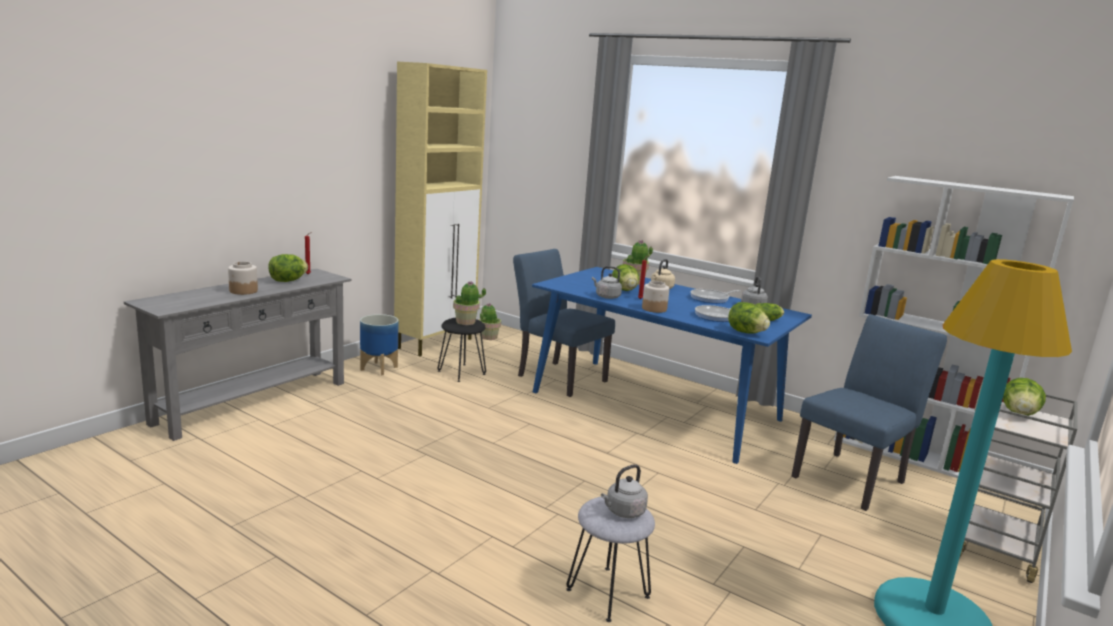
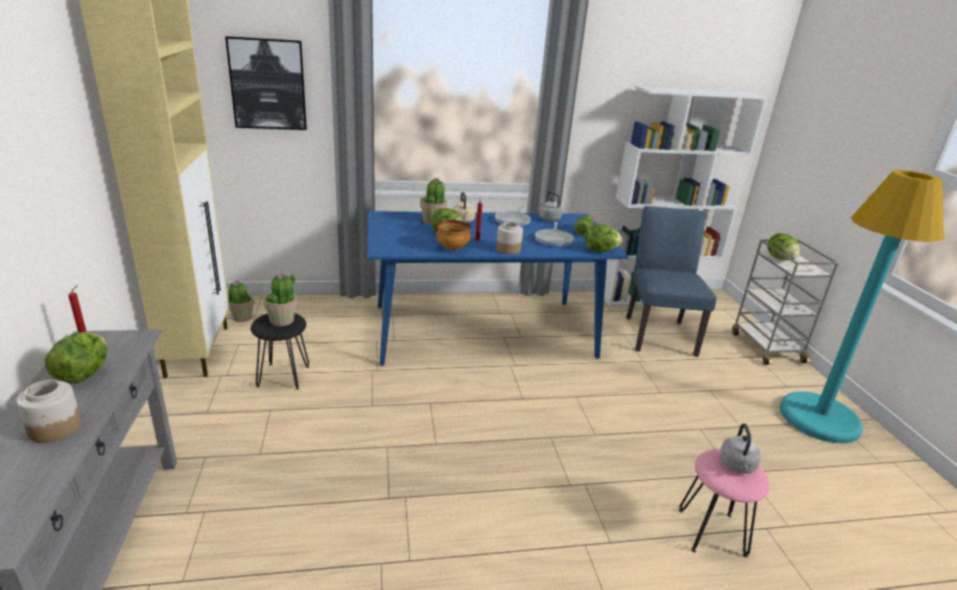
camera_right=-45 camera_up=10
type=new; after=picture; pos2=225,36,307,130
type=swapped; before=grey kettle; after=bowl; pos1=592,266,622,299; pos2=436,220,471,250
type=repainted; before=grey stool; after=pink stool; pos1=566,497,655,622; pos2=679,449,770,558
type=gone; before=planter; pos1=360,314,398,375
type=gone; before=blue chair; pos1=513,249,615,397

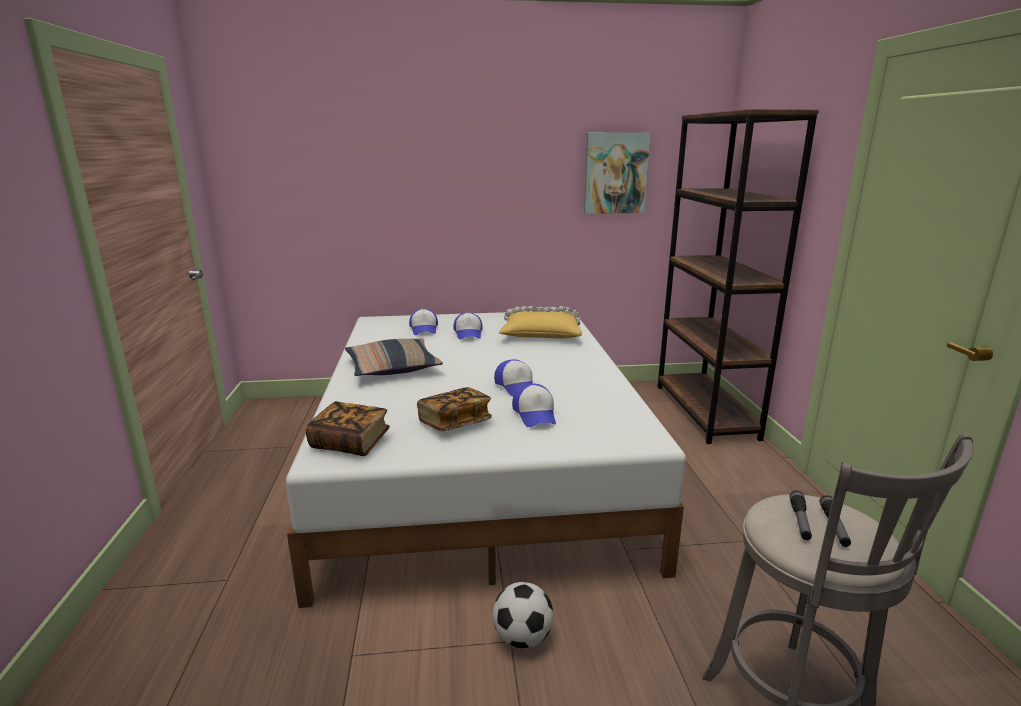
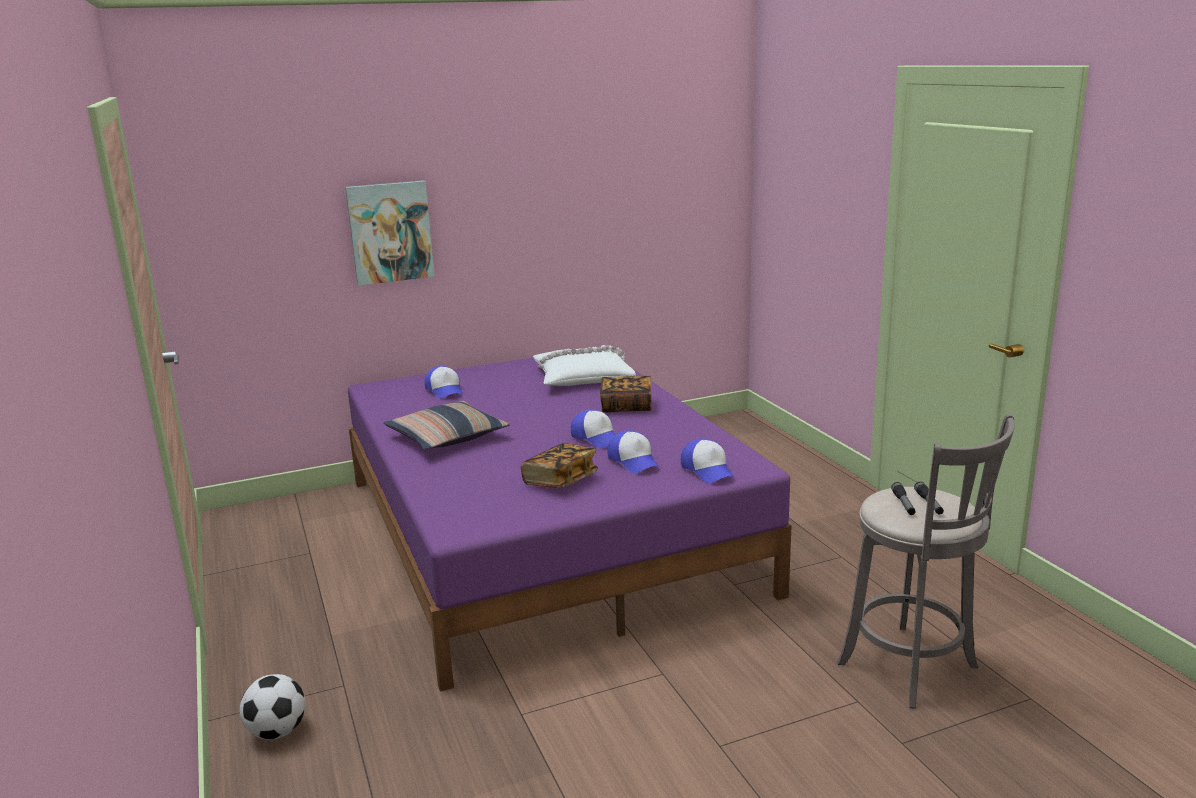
camera_right=-15 camera_up=0
type=shifted; before=football; pos1=493,582,554,648; pos2=240,674,306,739
type=shifted; before=picture; pos1=584,132,650,214; pos2=345,180,435,286
type=repainted; before=white bed; after=purple bed; pos1=286,312,686,608; pos2=348,347,791,692
type=repainted; before=yellow pillow; after=white pillow; pos1=499,306,582,338; pos2=533,345,636,386
type=shifted; before=book; pos1=306,401,390,456; pos2=600,376,652,413
type=shifted; before=cap; pos1=453,312,483,340; pos2=681,438,734,483
type=gone; before=brown bookcase; pos1=657,109,819,444

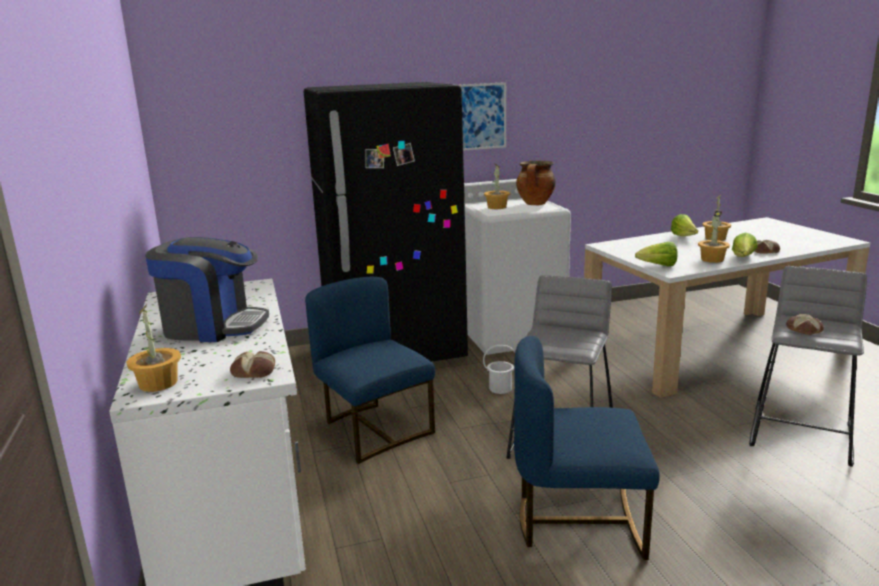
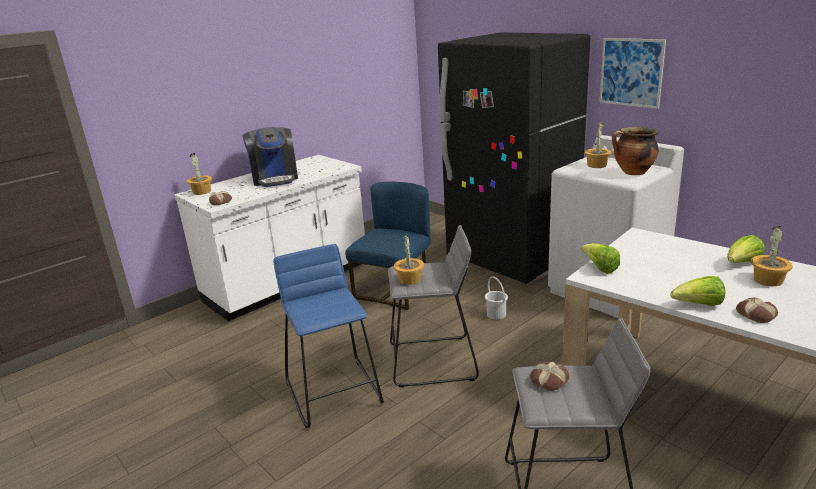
camera_right=65 camera_up=5
type=swapped; before=blue chair; after=blue stool; pos1=514,336,660,560; pos2=273,244,384,428
type=shifted; before=potted plant; pos1=698,211,730,263; pos2=394,235,424,285

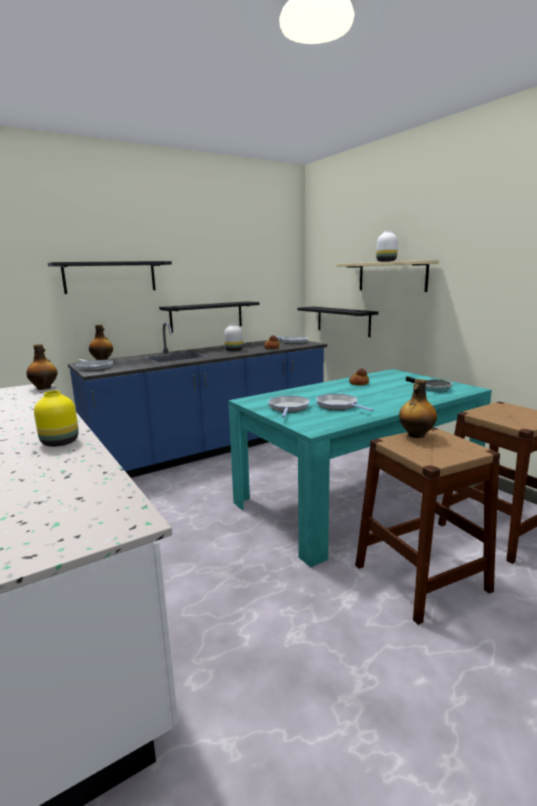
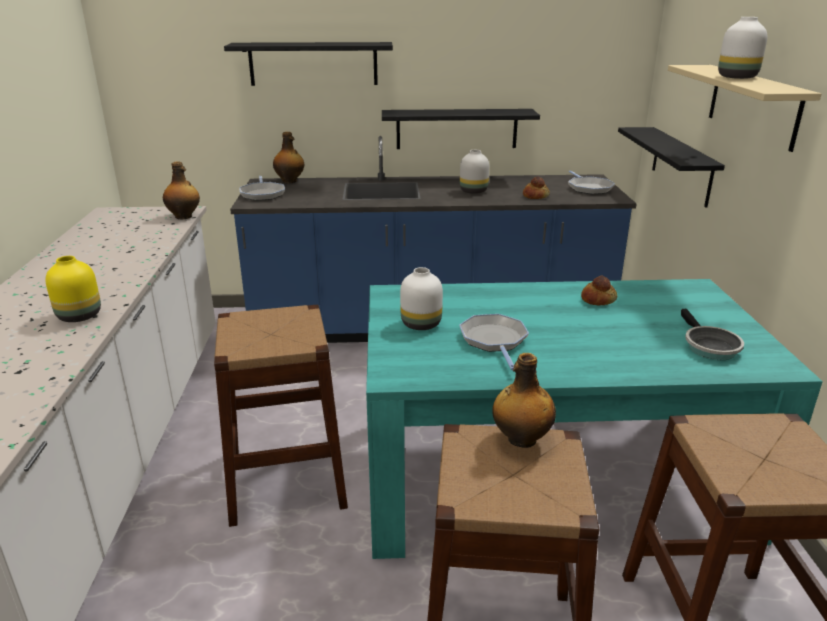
camera_right=30 camera_up=10
type=new; after=brown stool; pos2=214,305,348,527
type=swapped; before=frying pan; after=white vase; pos1=268,396,310,418; pos2=400,267,443,330

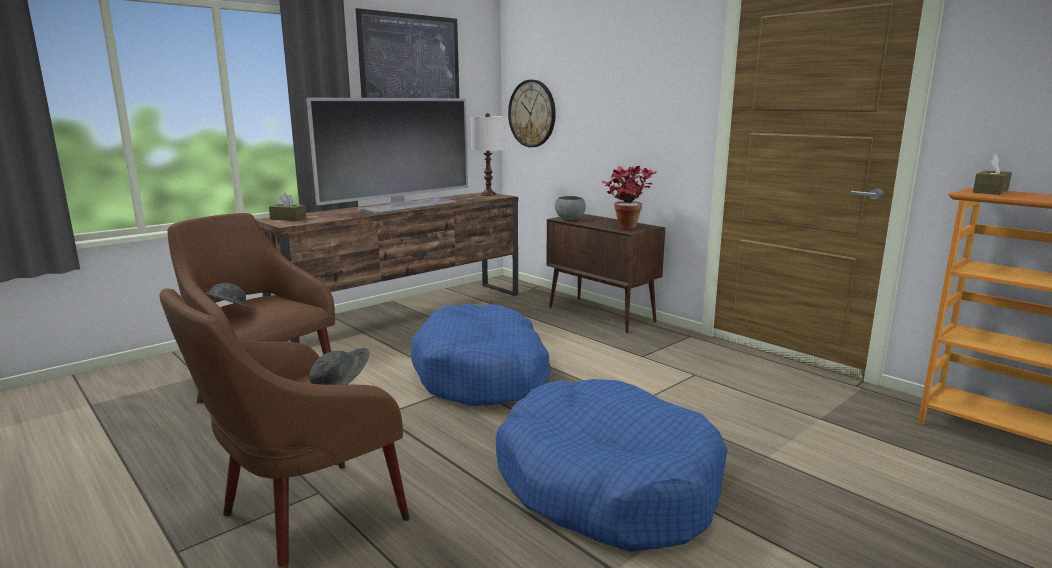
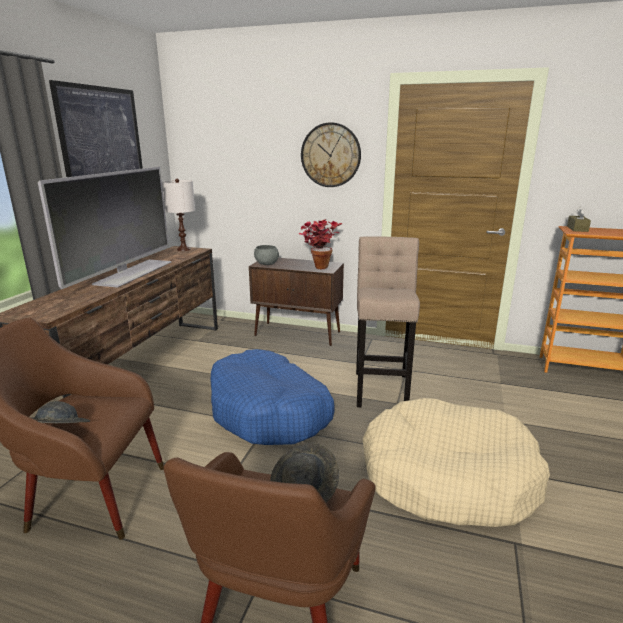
camera_right=-30 camera_up=5
type=shifted; before=wall clock; pos1=508,80,556,147; pos2=301,122,361,187
type=new; after=beige stool; pos2=356,236,420,407
type=repainted; before=blue dog bed; after=beige dog bed; pos1=496,379,727,552; pos2=363,398,550,527
type=gone; before=brown tissue box; pos1=269,193,306,221

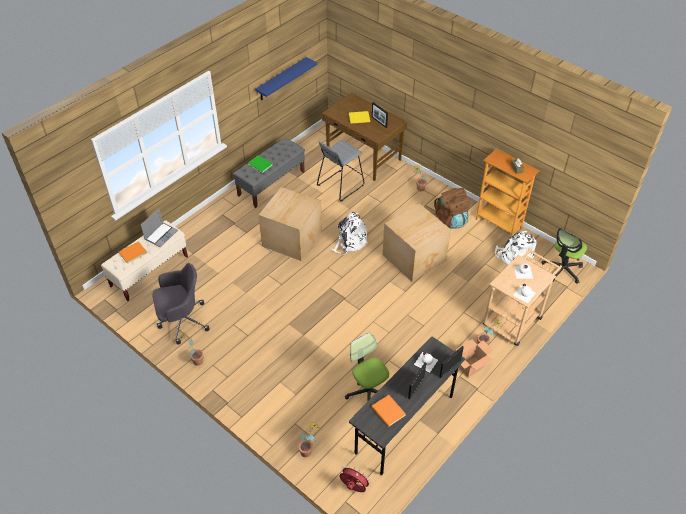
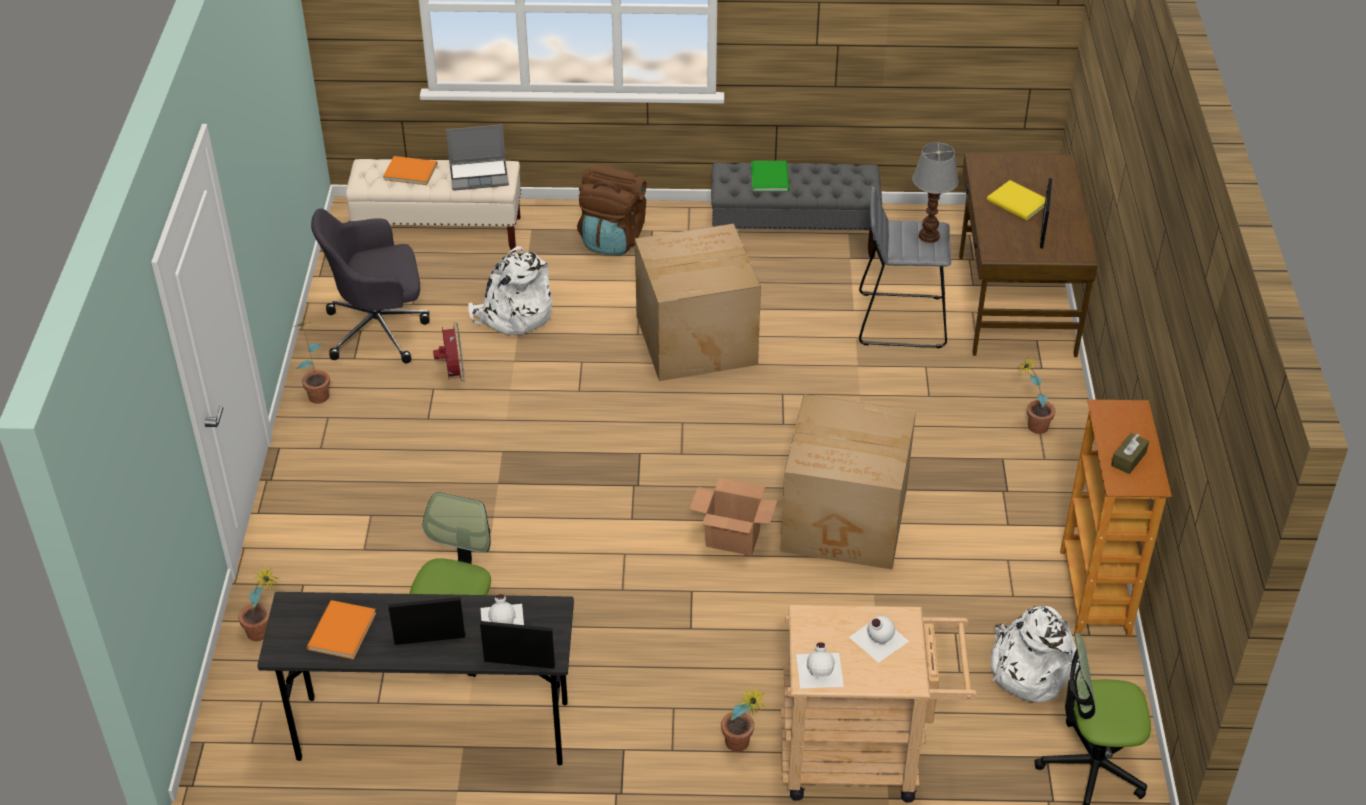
camera_right=50 camera_up=-5
type=rotated; before=grey office chair; pos1=153,263,210,345; pos2=311,208,430,363; turn=135
type=shifted; before=red fan; pos1=340,466,371,492; pos2=433,322,465,381
type=shifted; before=white backpack; pos1=332,212,368,255; pos2=468,246,552,335
type=shifted; before=brown backpack; pos1=434,188,470,229; pos2=577,165,647,255
type=shifted; before=cardboard box; pos1=456,339,493,377; pos2=689,478,778,556
type=new; after=table lamp; pos2=912,142,959,243
type=gone; before=blue shelf; pos1=255,57,317,100

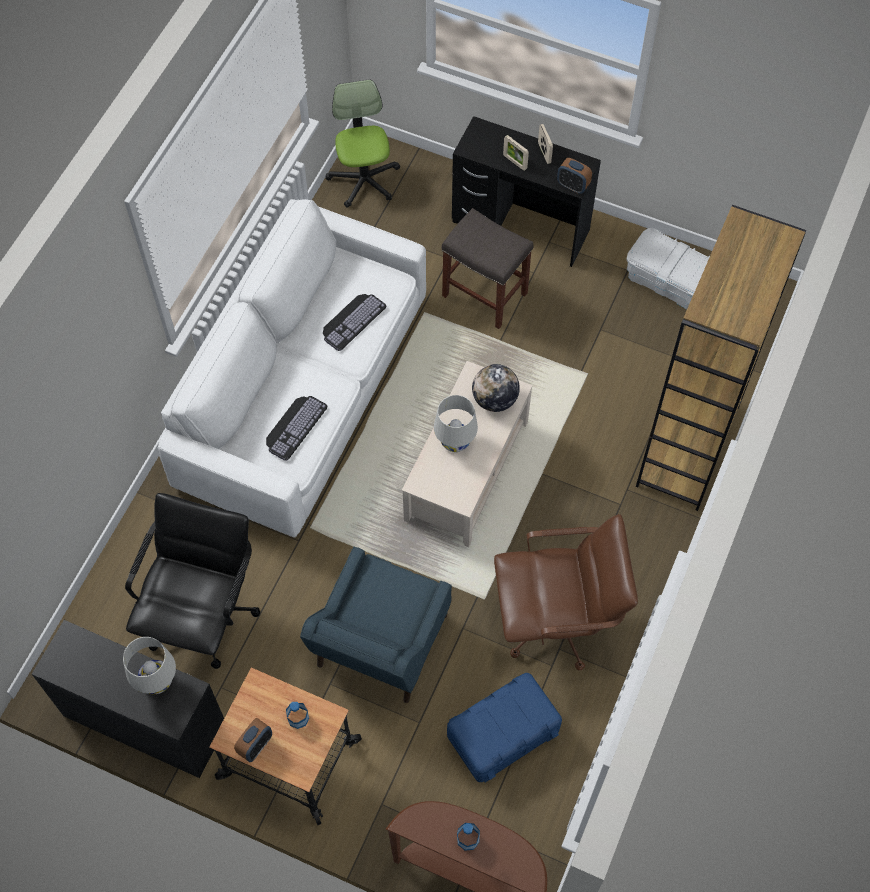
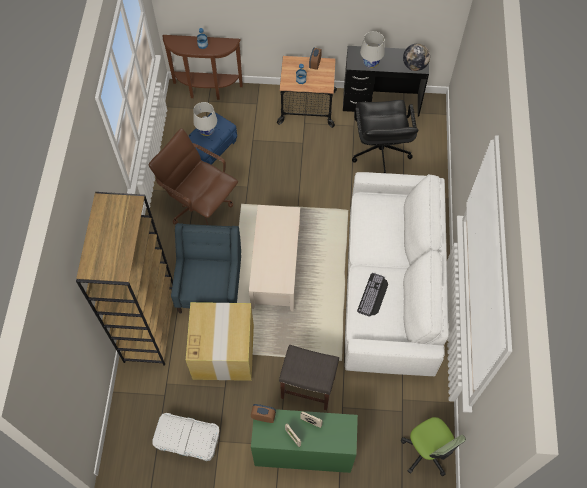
camera_right=160 camera_up=0
type=rotated; before=brown office chair; pos1=494,514,638,670; pos2=148,128,238,225; turn=60
type=shifted; before=blue armchair; pos1=300,546,452,703; pos2=171,223,241,313
type=new; after=cardboard box; pos2=186,302,254,381
type=shifted; before=white table lamp; pos1=434,395,478,452; pos2=193,102,217,136
type=repainted; before=black desk; after=green desk; pos1=452,116,601,267; pos2=251,409,358,473
type=shifted; before=globe; pos1=472,364,520,412; pos2=403,44,430,71
type=gone; before=keyboard; pos1=266,396,327,461

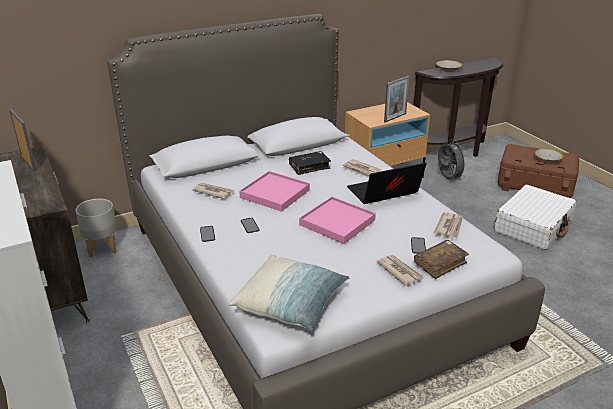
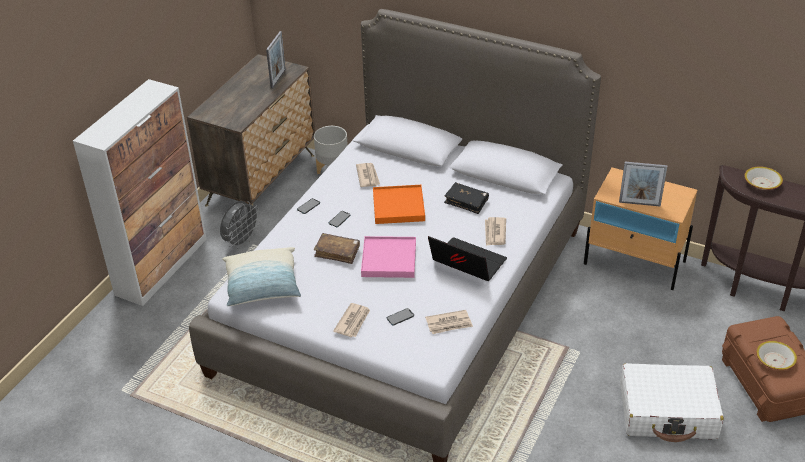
camera_right=55 camera_up=10
type=shifted; before=grey fan; pos1=438,140,468,181; pos2=220,201,261,249
type=shifted; before=brown book; pos1=414,240,469,279; pos2=314,233,360,264
type=repainted; before=pink tray; after=orange tray; pos1=239,171,310,212; pos2=373,185,425,224

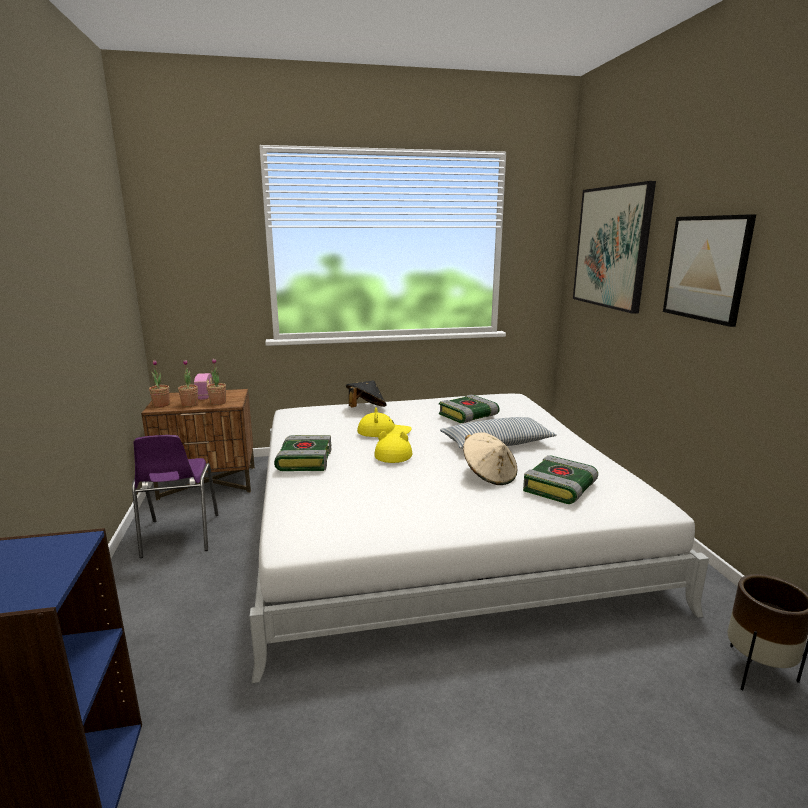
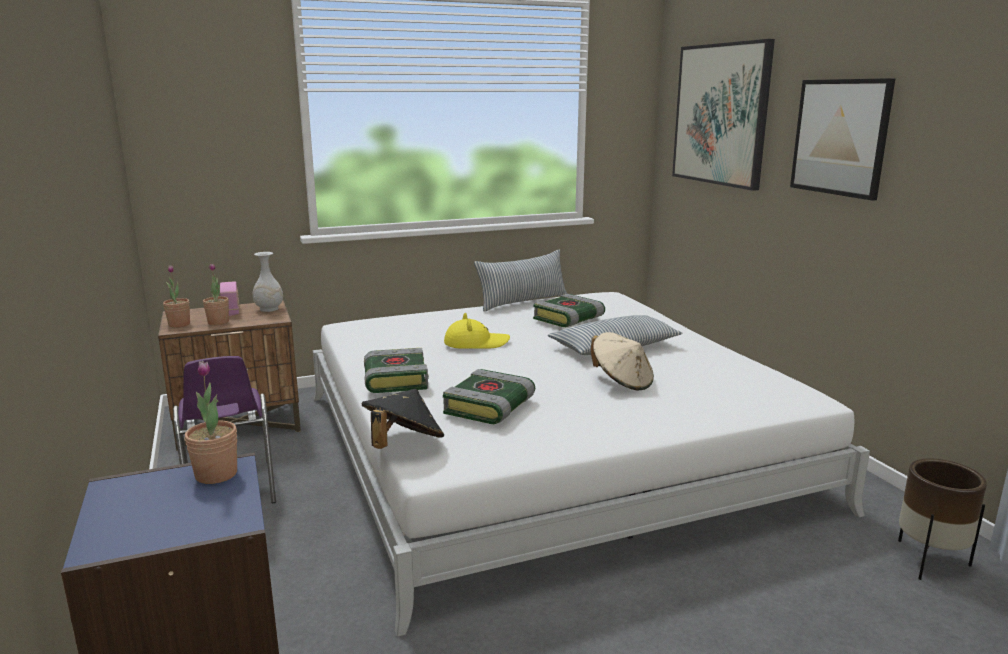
camera_right=-10 camera_up=0
type=shifted; before=potted plant; pos1=207,358,226,405; pos2=185,361,237,484
type=new; after=white vase; pos2=252,252,283,312
type=shifted; before=black hat; pos1=346,381,387,407; pos2=361,389,444,449
type=shifted; before=book; pos1=523,455,598,504; pos2=443,369,535,424
type=new; after=pillow; pos2=474,250,567,312
type=gone; before=yellow hat; pos1=374,431,412,463

